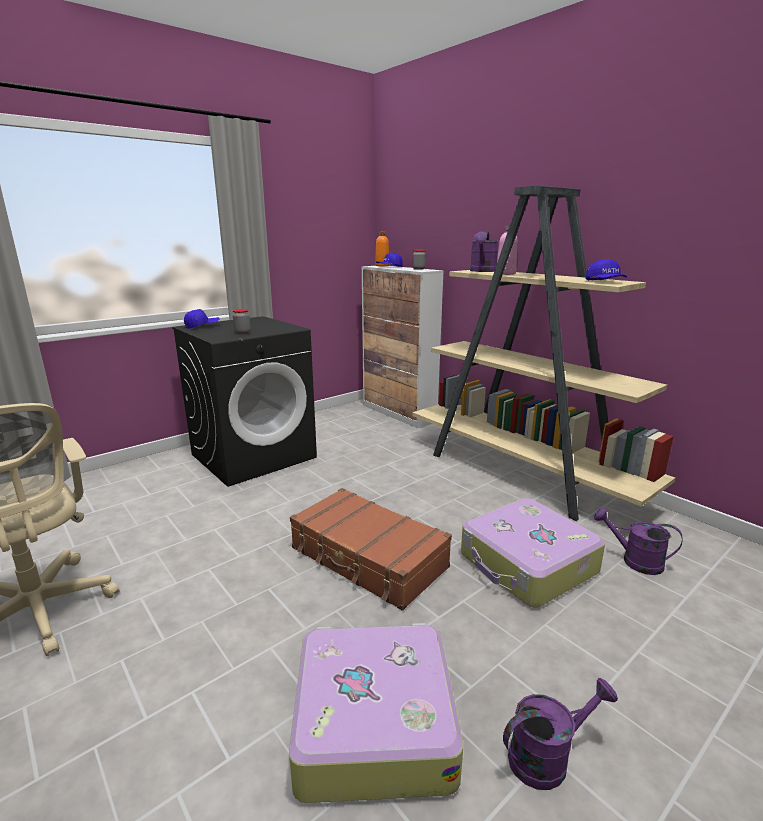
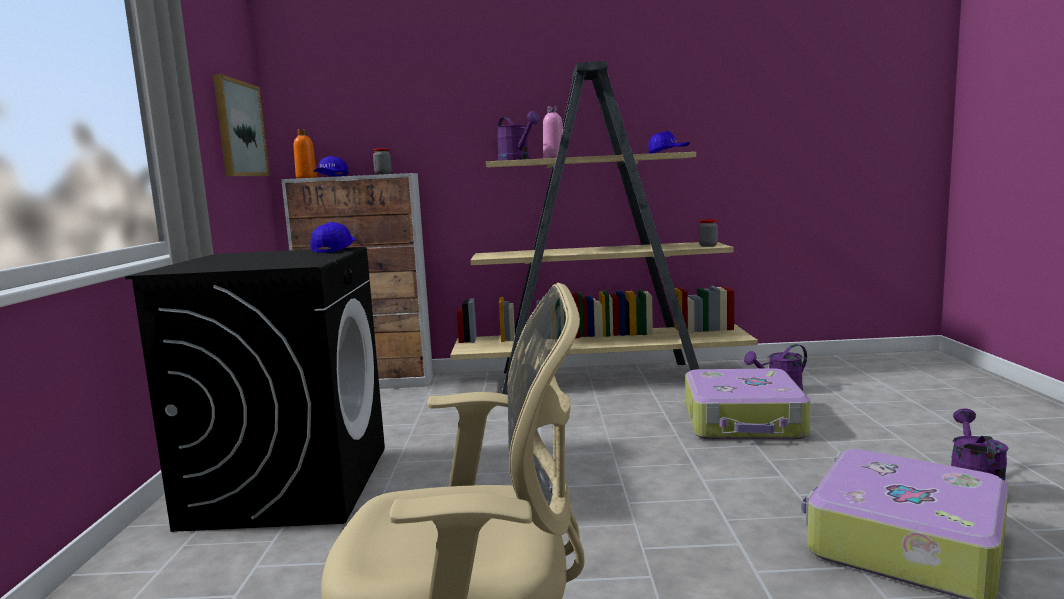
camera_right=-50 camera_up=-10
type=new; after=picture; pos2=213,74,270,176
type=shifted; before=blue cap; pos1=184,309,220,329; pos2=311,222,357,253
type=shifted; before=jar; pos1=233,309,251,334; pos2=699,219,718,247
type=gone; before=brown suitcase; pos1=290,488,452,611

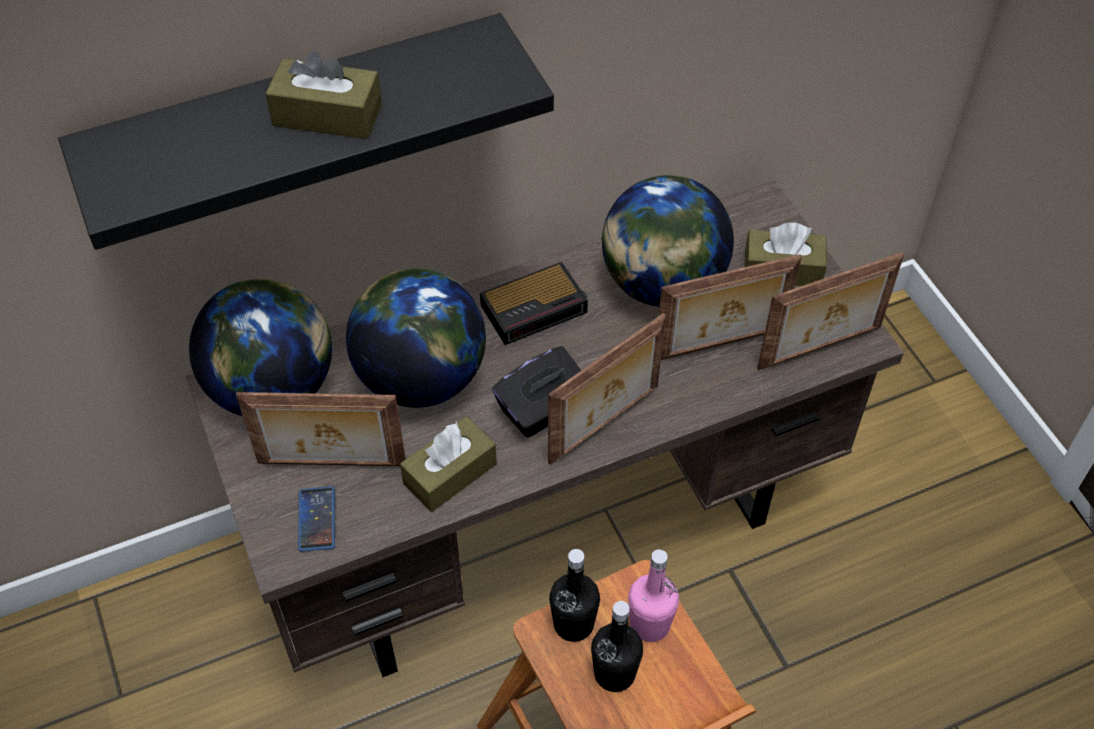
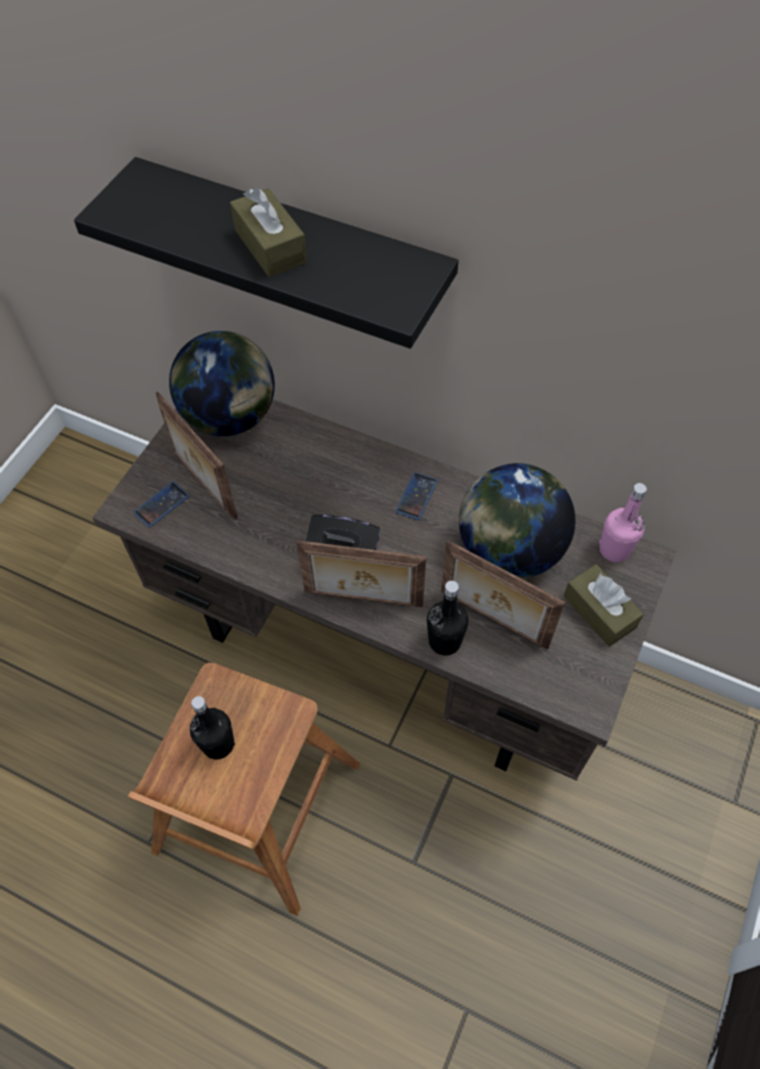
camera_right=50 camera_up=5
type=swapped; before=alarm clock; after=phone; pos1=480,262,588,345; pos2=395,472,438,520
type=shifted; before=black bottle; pos1=549,549,600,642; pos2=427,581,468,655
type=shifted; before=pink bottle; pos1=628,549,679,642; pos2=599,483,647,562
type=gone; before=globe; pos1=346,268,486,408
type=gone; before=brown tissue box; pos1=400,416,497,512
type=gone; before=picture frame; pos1=757,252,904,370

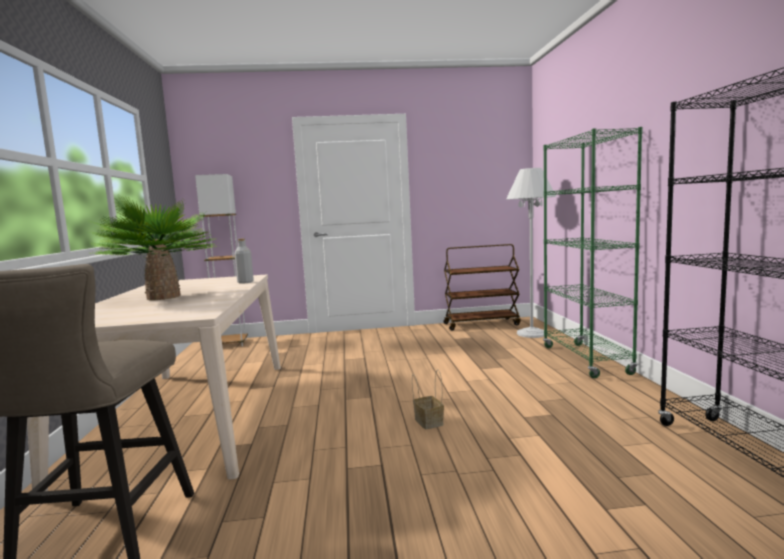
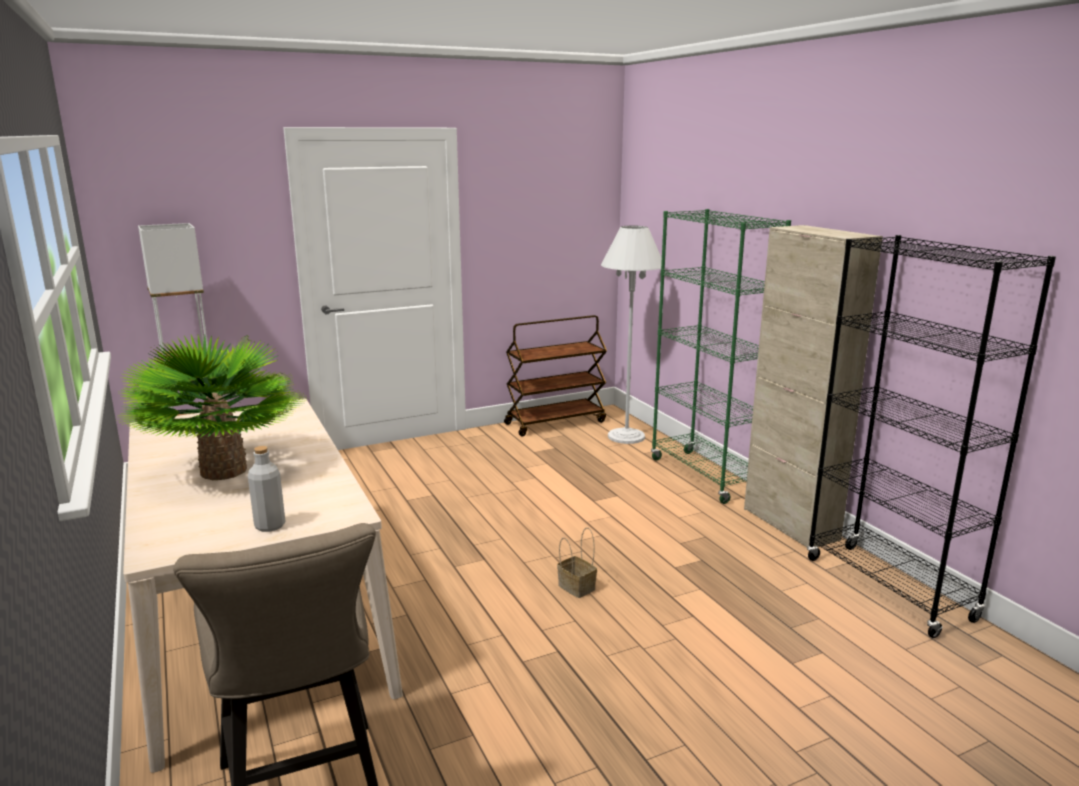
camera_right=-20 camera_up=10
type=shifted; before=grey bottle; pos1=234,238,254,284; pos2=248,446,285,532
type=new; after=beige cabinet; pos2=744,225,883,547

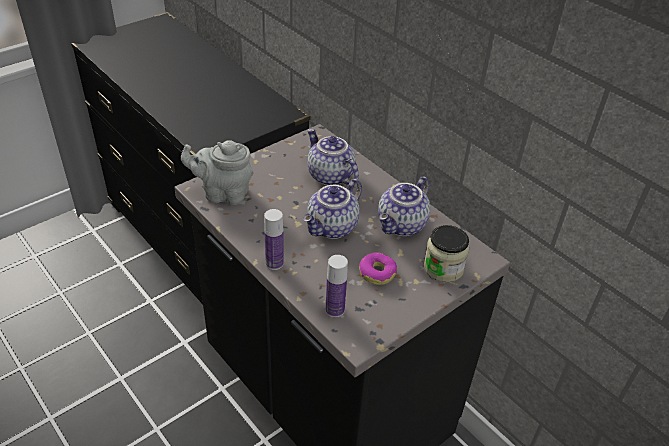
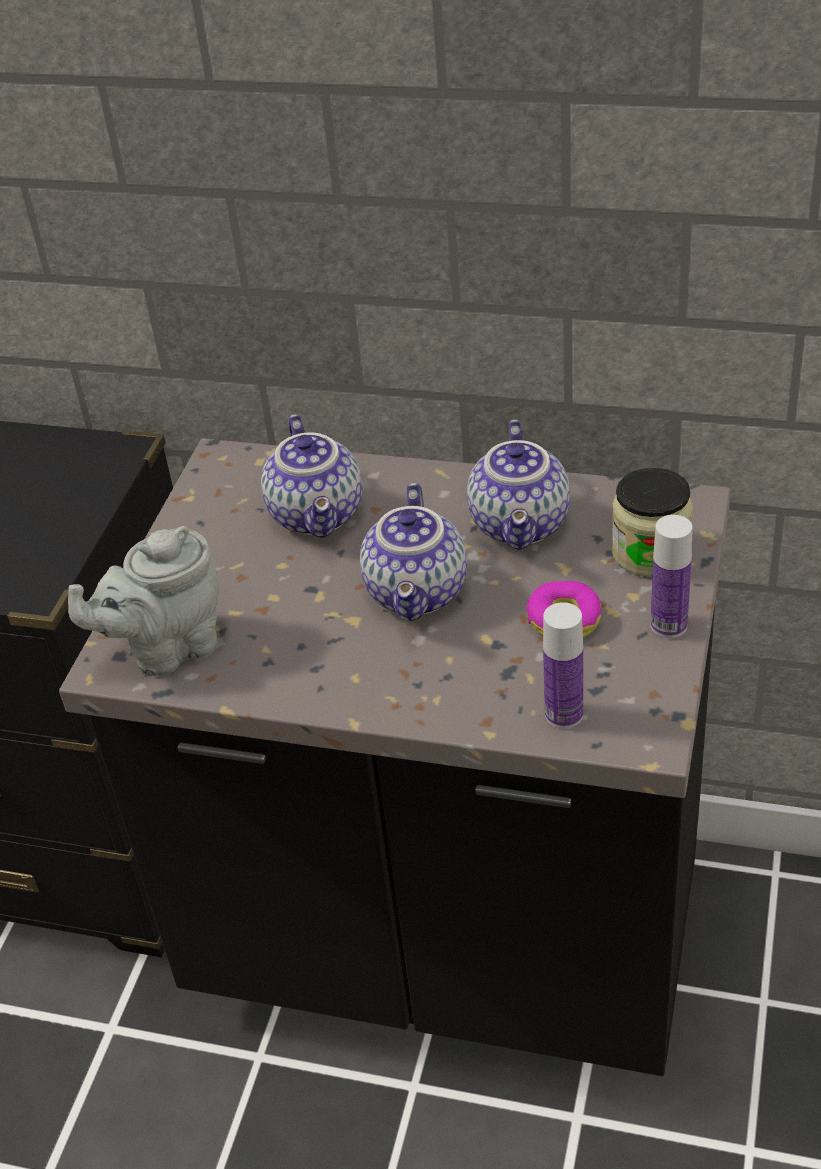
camera_right=-30 camera_up=0
type=rotated; before=teapot; pos1=307,129,359,186; pos2=261,414,362,538; turn=-120
type=shifted; before=bottle; pos1=264,209,284,270; pos2=651,515,692,638

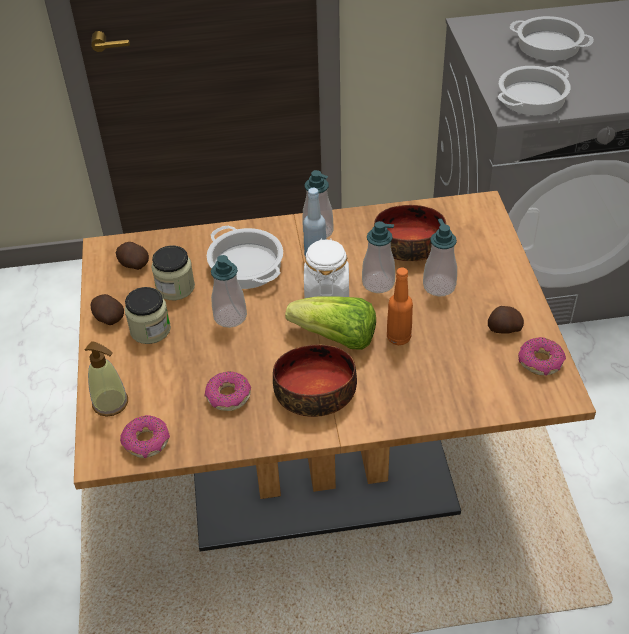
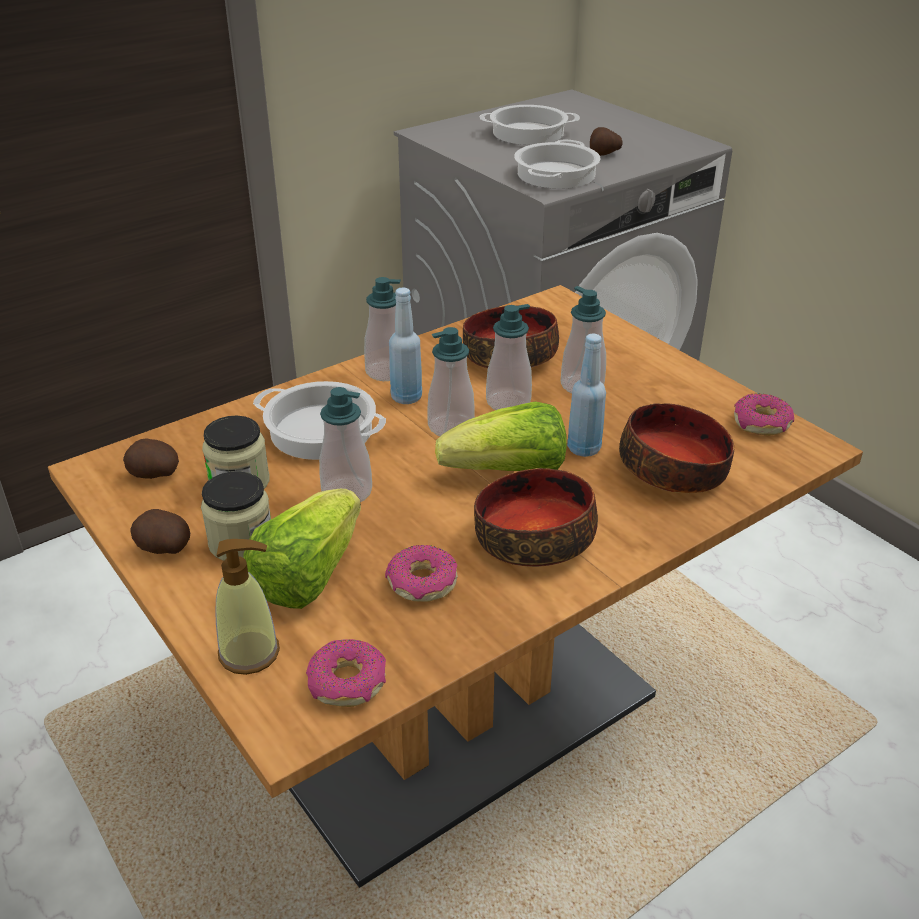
camera_right=-30 camera_up=-10
type=new; after=lettuce; pos2=243,489,361,609
type=swapped; before=white jar; after=soap dispenser; pos1=304,238,349,298; pos2=427,327,475,436
type=repainted; before=orange bottle; after=blue bottle; pos1=387,267,413,345; pos2=567,334,606,457
type=shifted; before=potato; pos1=488,306,524,334; pos2=590,127,623,156
type=new; after=bowl; pos2=619,403,734,493

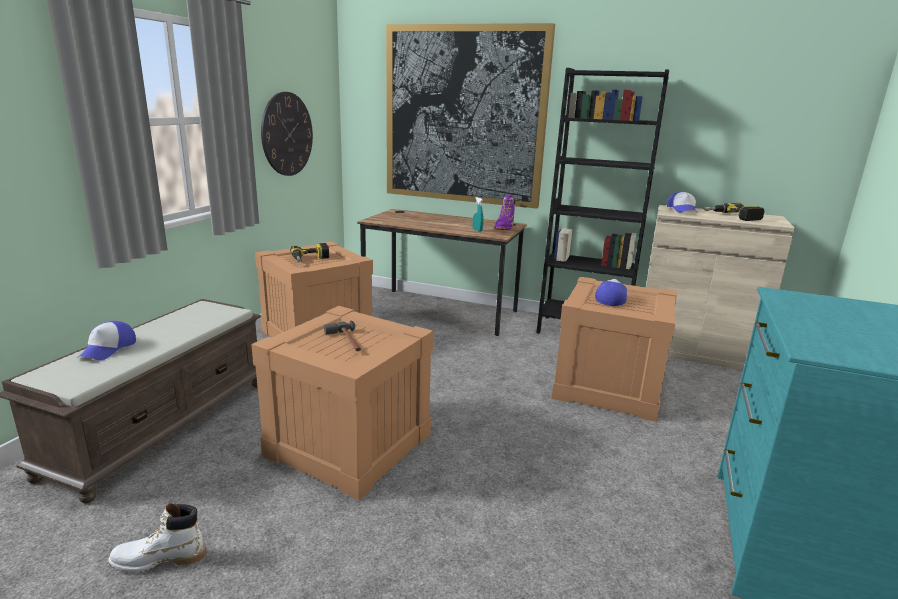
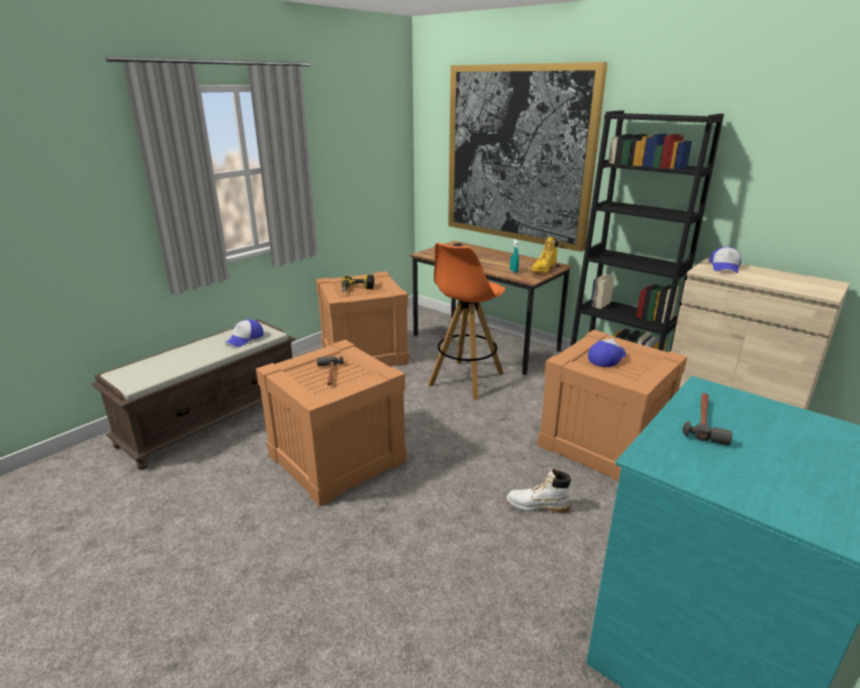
camera_right=20 camera_up=5
type=shifted; before=cap; pos1=77,321,136,360; pos2=225,319,264,347
type=new; after=orange stool; pos2=428,243,506,400
type=shifted; before=white boot; pos1=108,503,207,573; pos2=506,469,571,514
type=repainted; before=purple boot; after=yellow boot; pos1=494,194,515,230; pos2=531,237,559,273
type=new; after=hammer; pos2=683,393,733,446
type=gone; before=wall clock; pos1=261,92,313,176
type=gone; before=power drill; pos1=703,203,764,221

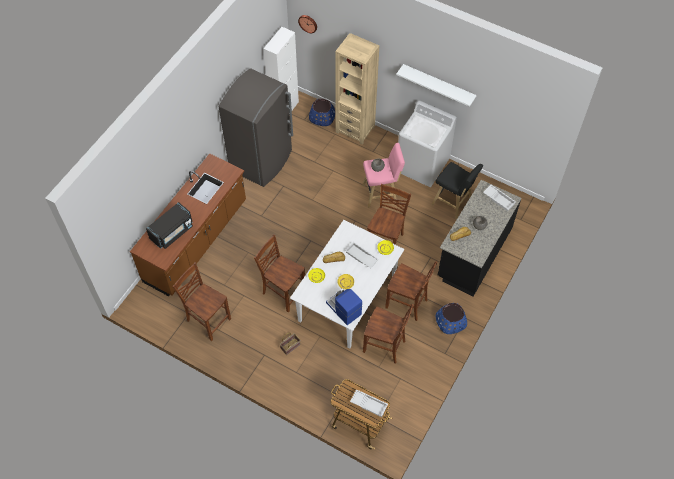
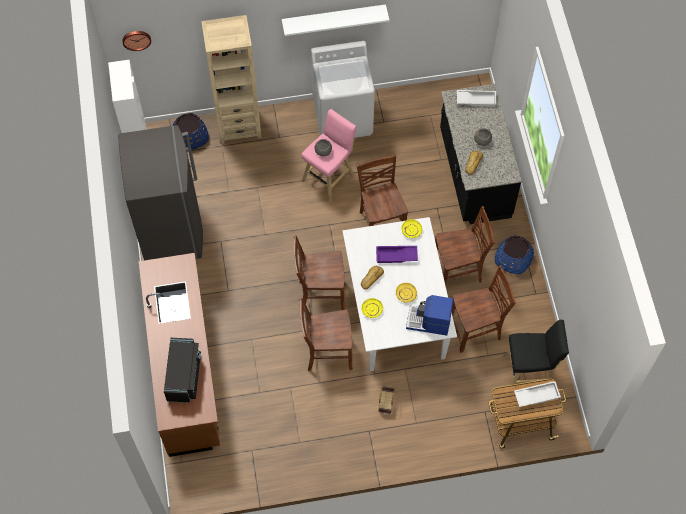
camera_right=-40 camera_up=5
type=shifted; before=brown chair; pos1=172,263,231,341; pos2=294,235,345,310
type=repainted; before=white tray; after=purple tray; pos1=345,242,379,268; pos2=376,246,418,263
type=shifted; before=black stool; pos1=432,162,483,219; pos2=503,320,569,393

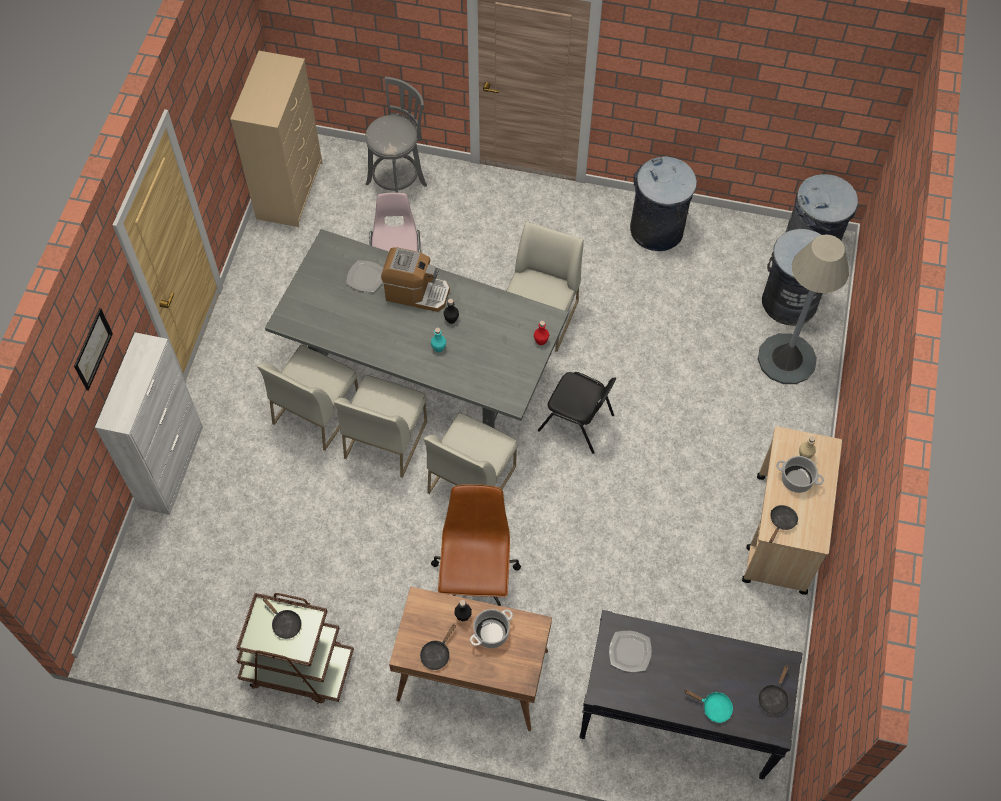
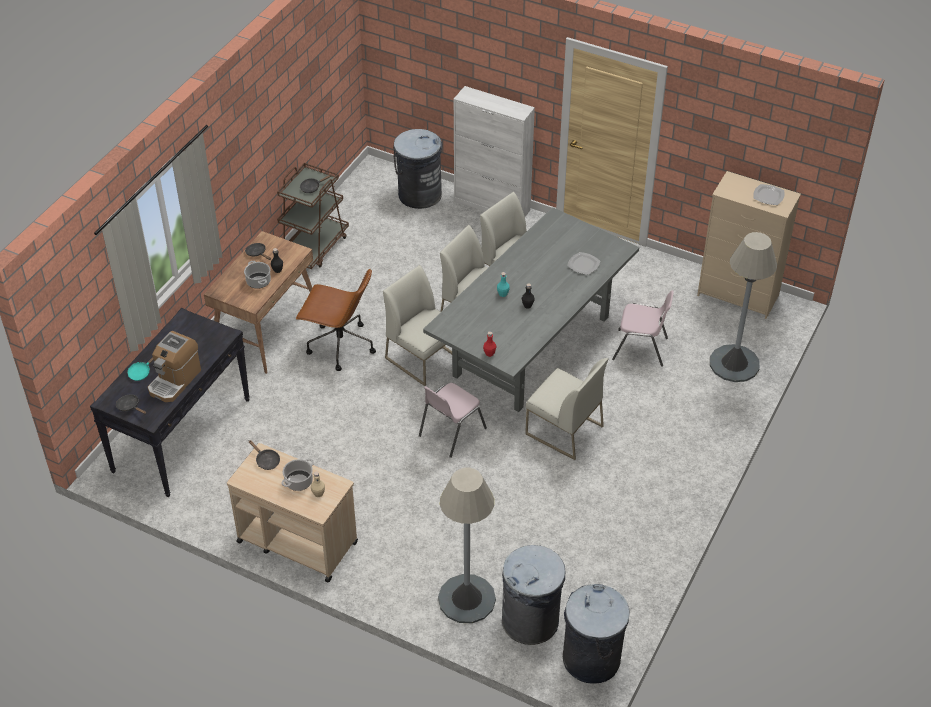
camera_right=105 camera_up=-15
type=shifted; before=coffee machine; pos1=381,247,450,312; pos2=148,331,201,402
type=shifted; before=grey trash can; pos1=630,157,697,251; pos2=393,129,442,209
type=repainted; before=black chair; after=pink chair; pos1=538,372,616,454; pos2=419,383,487,458
type=swapped; before=grey stool; after=grey floor lamp; pos1=365,77,427,193; pos2=710,232,777,382
type=shifted; before=plate; pos1=609,631,652,672; pos2=753,184,784,205
type=gone; before=picture; pos1=74,308,113,391

